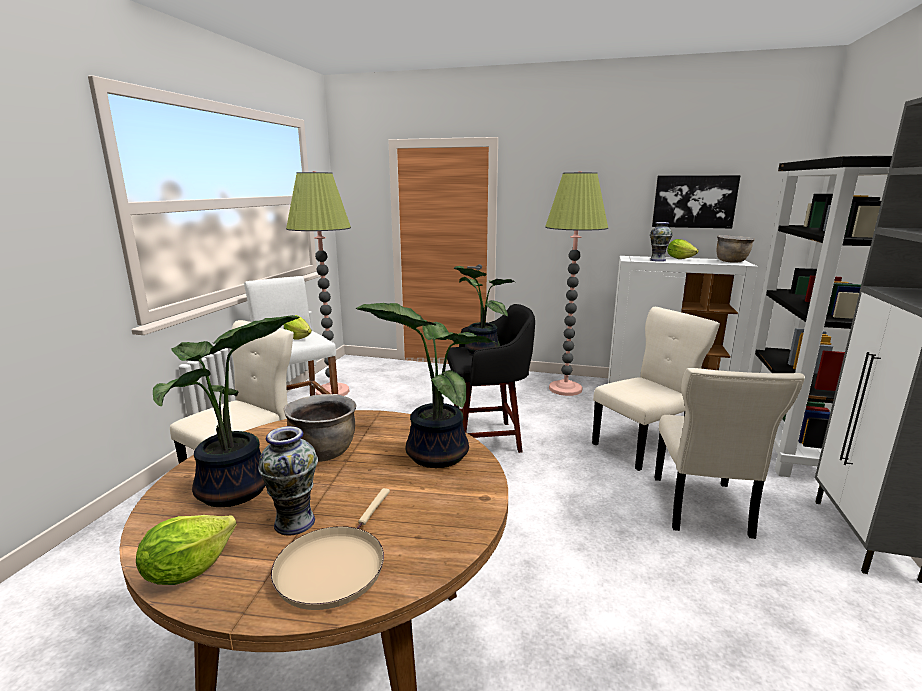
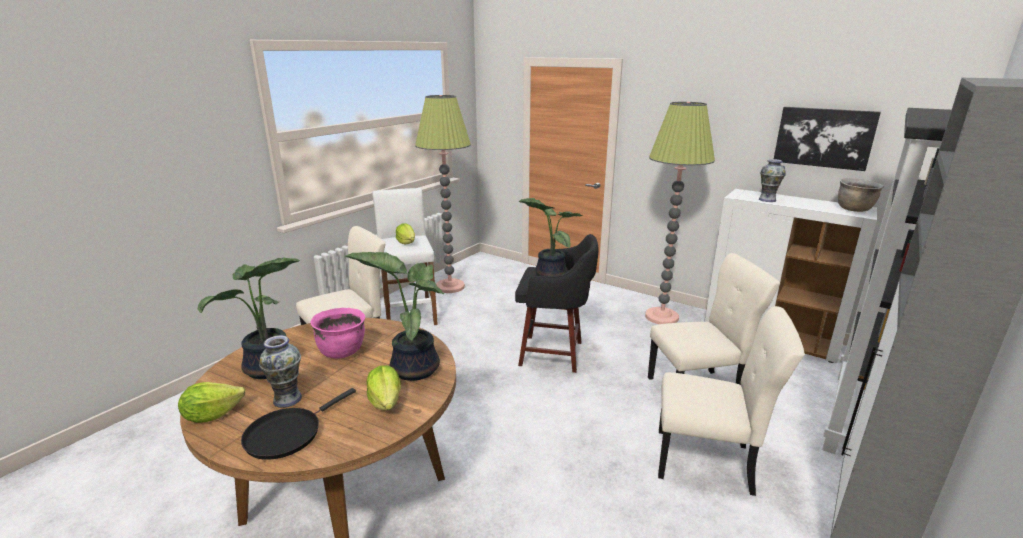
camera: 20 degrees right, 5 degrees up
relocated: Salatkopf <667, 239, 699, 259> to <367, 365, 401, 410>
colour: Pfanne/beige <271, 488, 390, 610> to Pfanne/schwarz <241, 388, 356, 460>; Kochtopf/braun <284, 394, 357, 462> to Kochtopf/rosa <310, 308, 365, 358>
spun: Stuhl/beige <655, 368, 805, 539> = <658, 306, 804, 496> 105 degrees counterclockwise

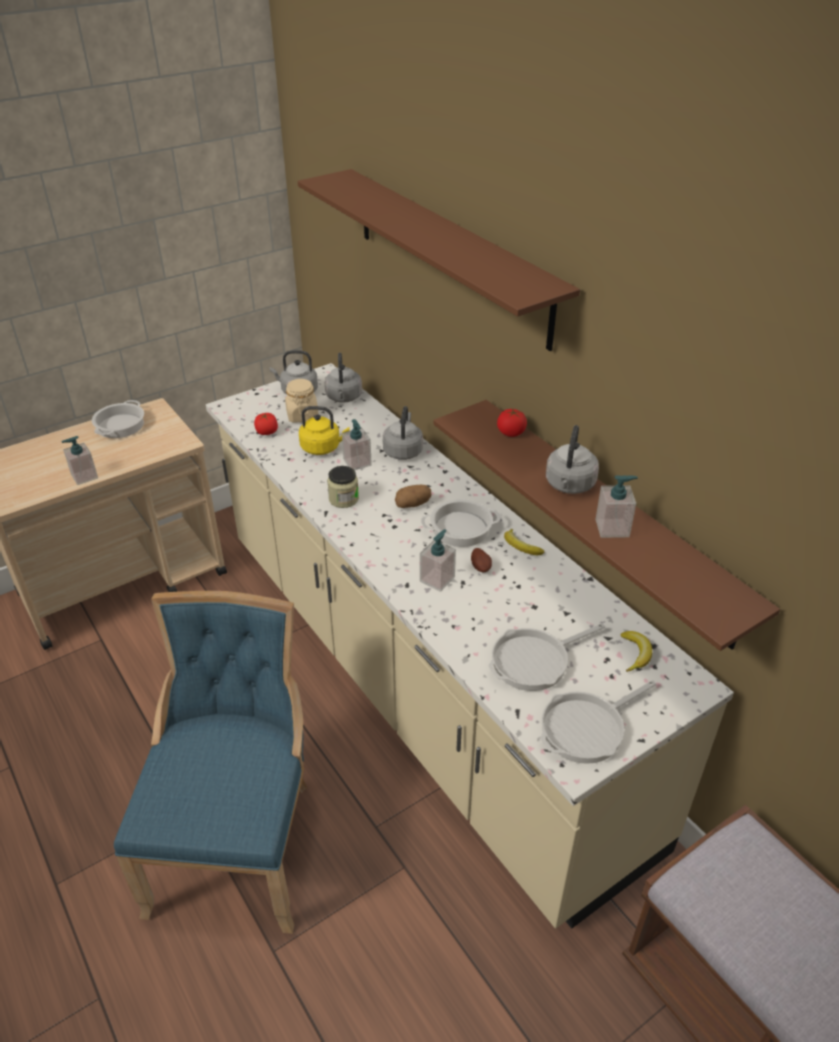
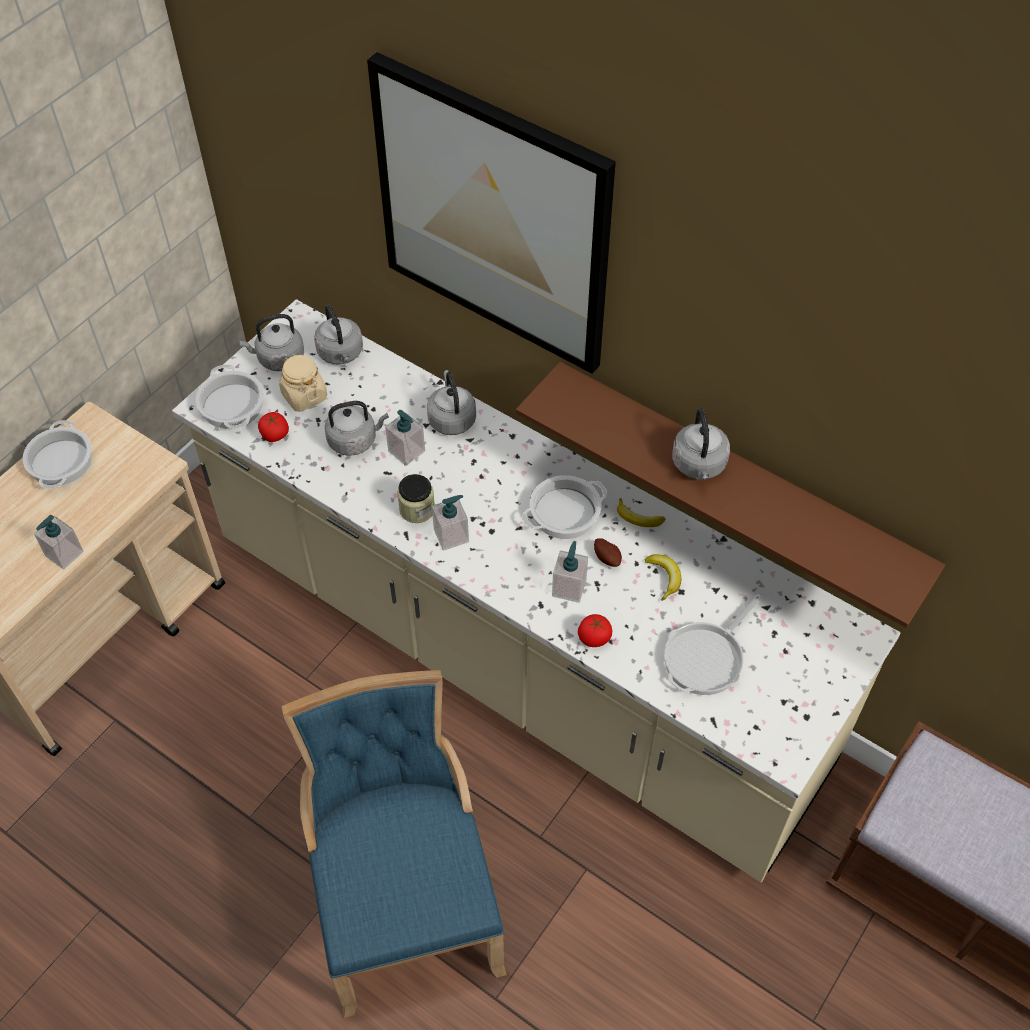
camera: 20 degrees left, 15 degrees up
missing: Kartoffel <395, 485, 431, 508>; Pfanne <540, 680, 656, 764>
appeared: Kochtopf <196, 364, 264, 429>
relocated: Tomate <497, 409, 527, 437> to <578, 614, 612, 647>; Seifenspender <596, 475, 638, 538> to <432, 495, 469, 551>; Banane <621, 631, 652, 672> to <645, 554, 681, 601>
exchanged: Wandregal/braun <298, 169, 580, 351> to Bild <367, 52, 616, 374>
colour: Wasserkessel/gelb <299, 406, 350, 455> to Wasserkessel/grau <325, 401, 389, 456>

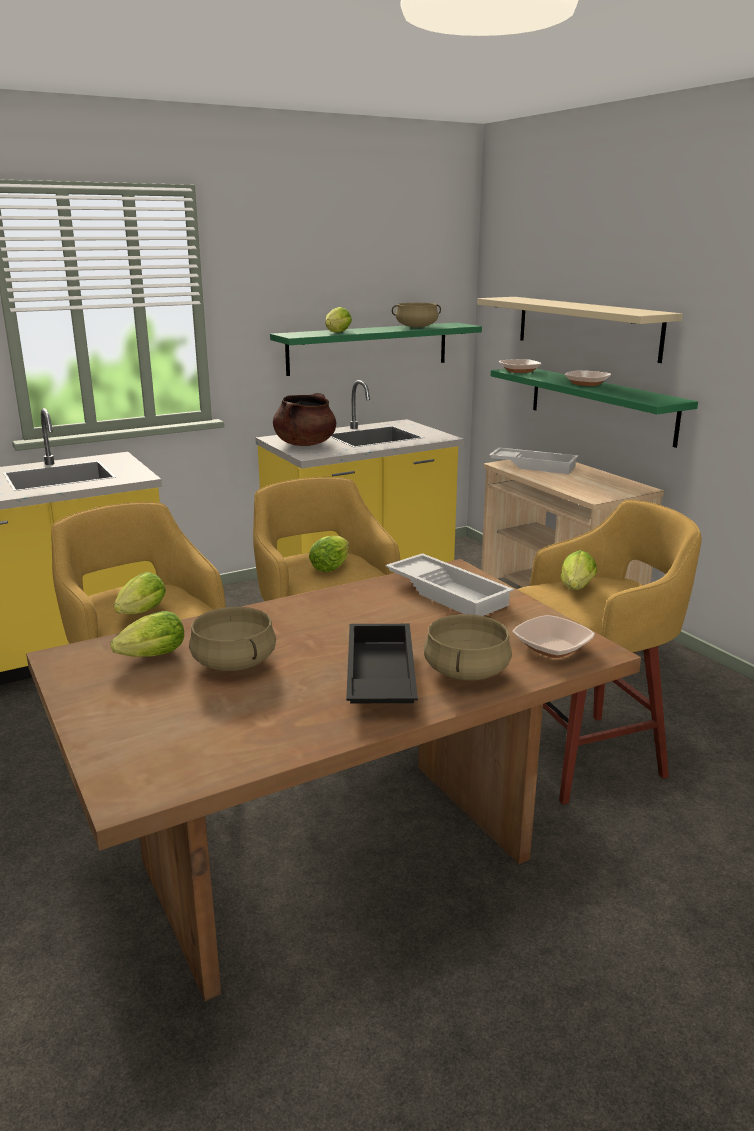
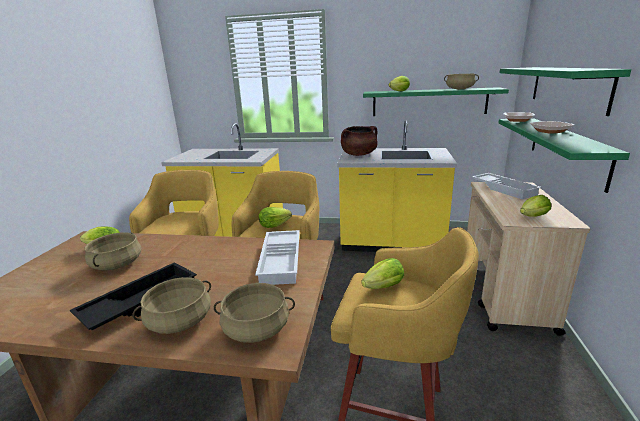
camera: 40 degrees right, 0 degrees up
relocated: Salatkopf <114, 572, 166, 614> to <520, 195, 551, 217>
exchanged: Schüssel <512, 615, 595, 658> to Kochtopf/beige <214, 283, 295, 343>
colour: Wandregal/beige <477, 297, 682, 363> to Wandregal/grün <499, 67, 631, 116>

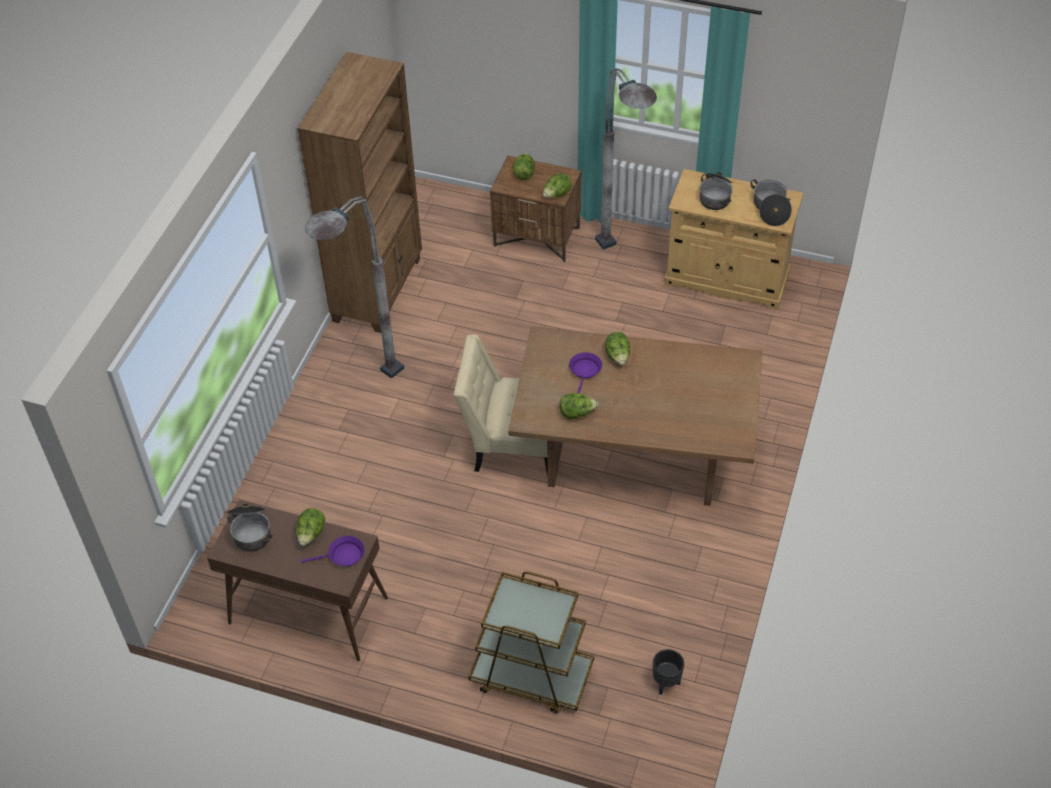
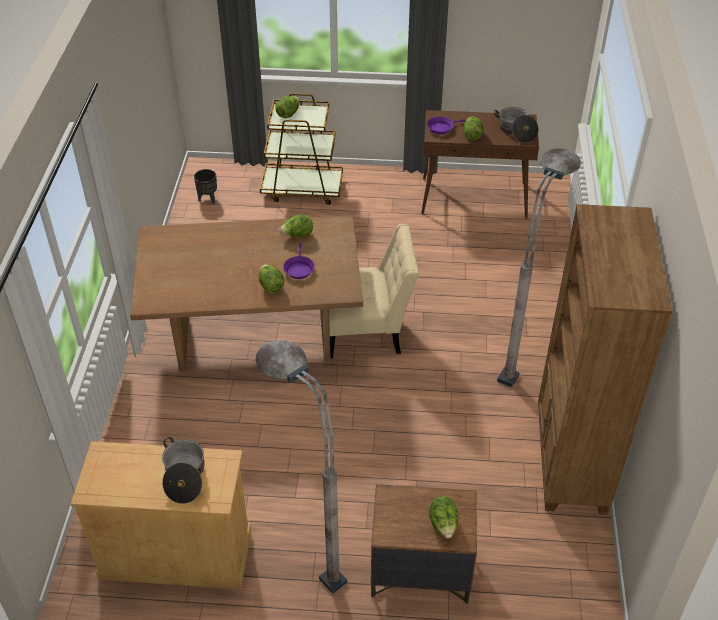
camera: 165 degrees right, 5 degrees down
missing: Kochtopf <751, 179, 792, 226>
relocated: Salatkopf <543, 173, 572, 198> to <276, 96, 299, 118>

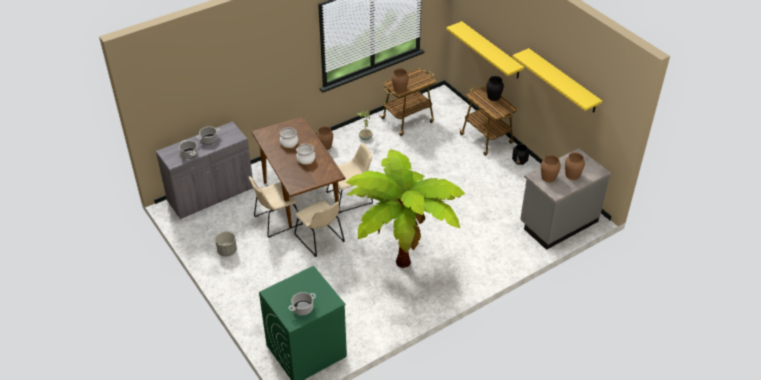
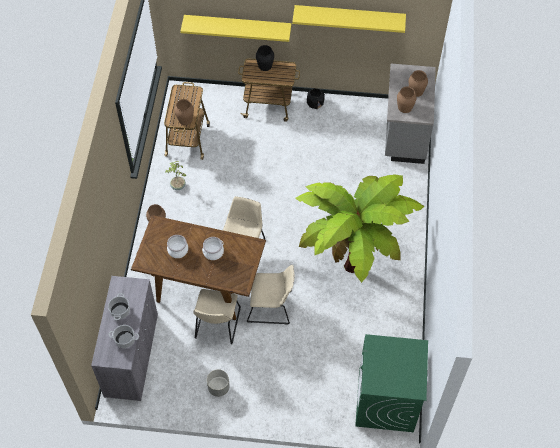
camera: 50 degrees left, 15 degrees up
missing: Kochtopf <289, 292, 316, 315>

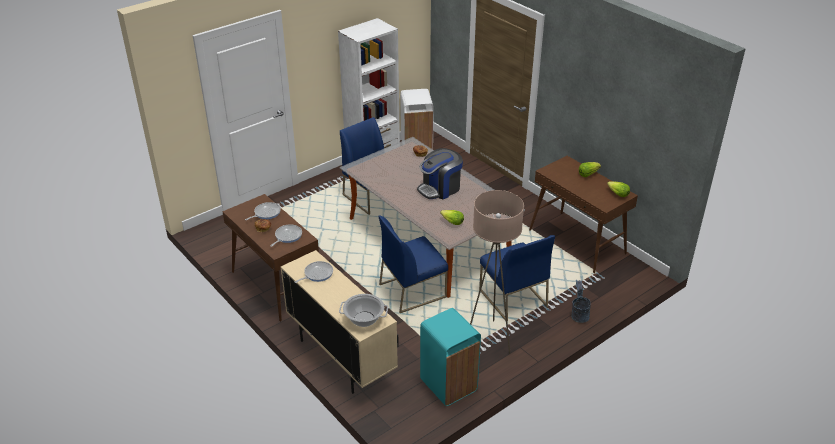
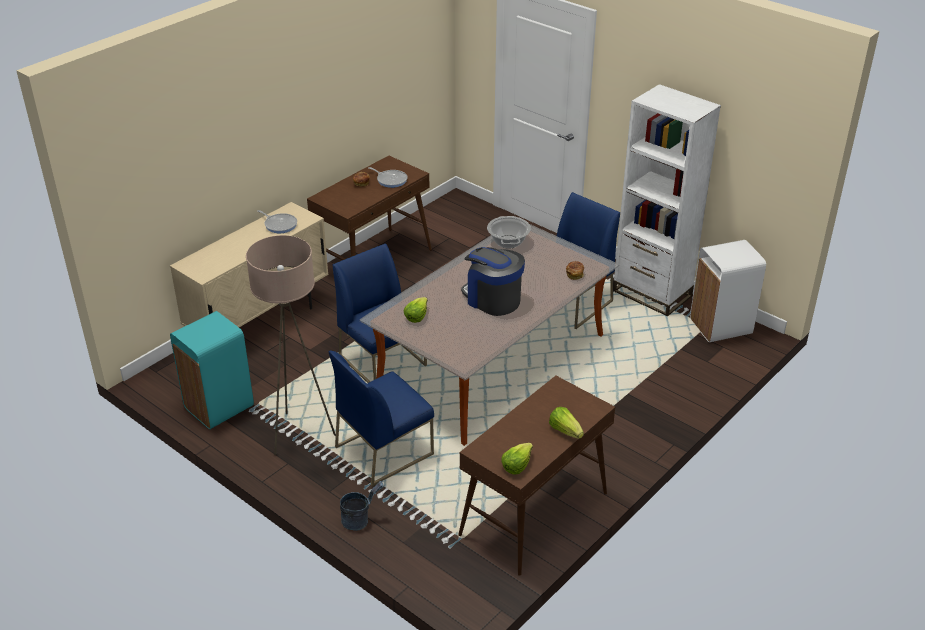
camera: 80 degrees right, 0 degrees up
missing: Pfanne <270, 224, 302, 247>
relocated: Kochtopf <339, 294, 388, 327> to <487, 216, 531, 249>

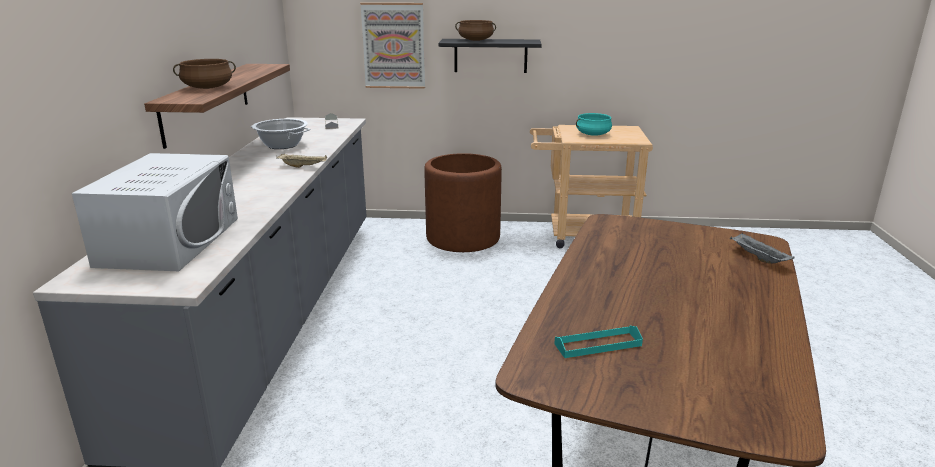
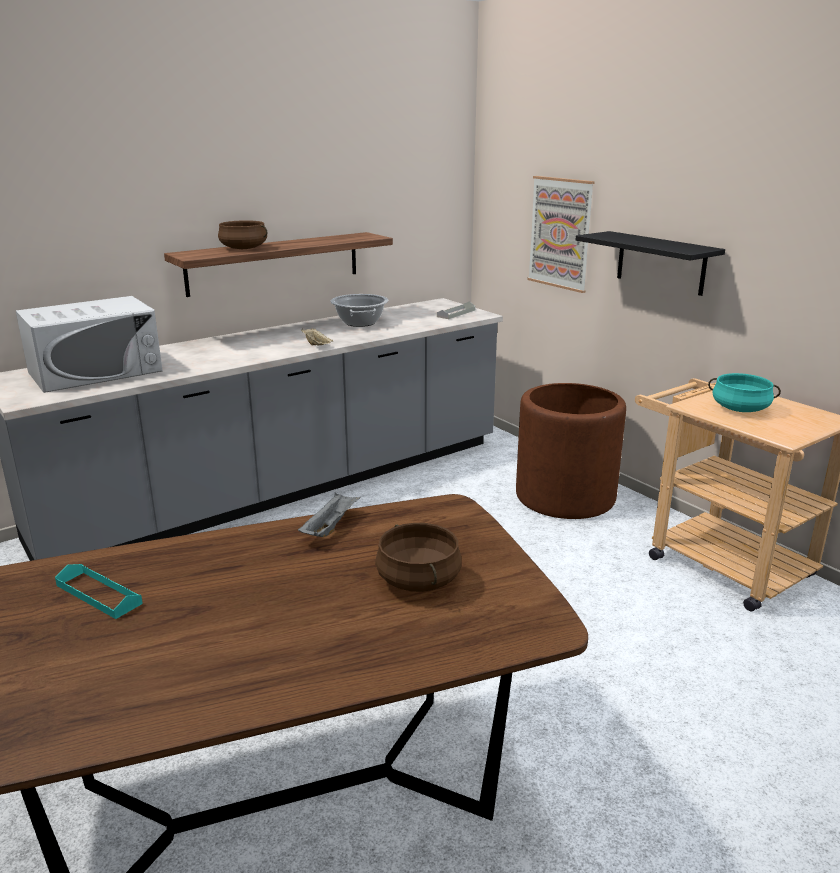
camera: 50 degrees right, 0 degrees up
relocated: Kochtopf/braun <455, 20, 496, 41> to <375, 523, 462, 592>; Tablett/grau <730, 233, 795, 264> to <298, 492, 361, 537>

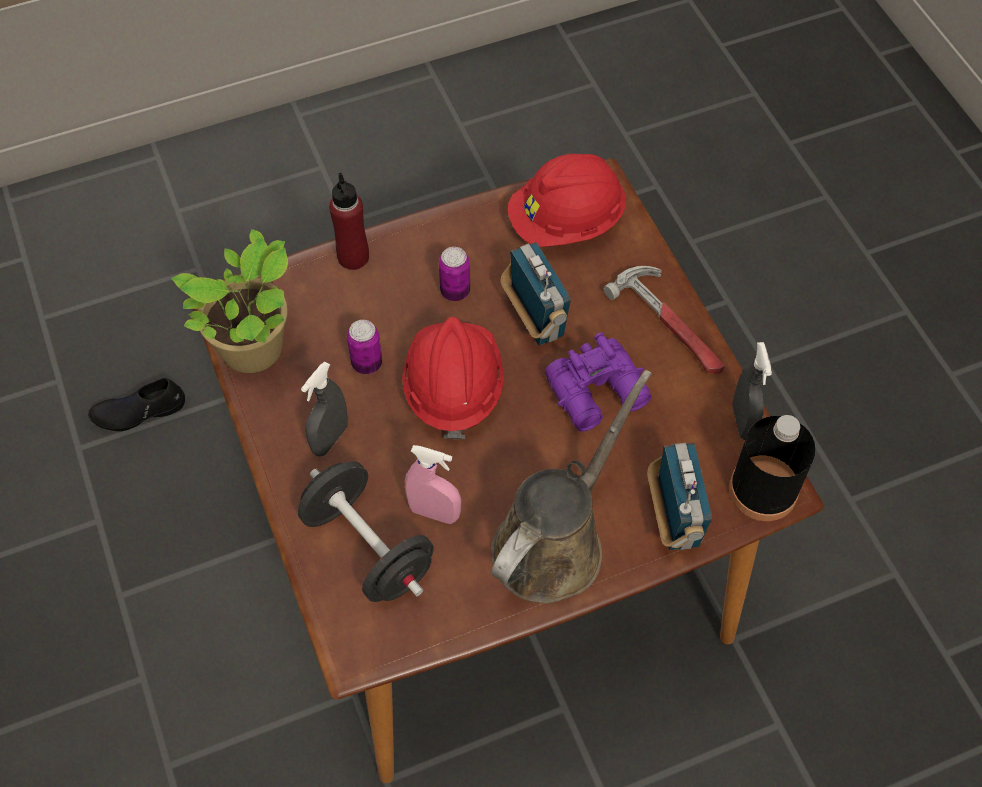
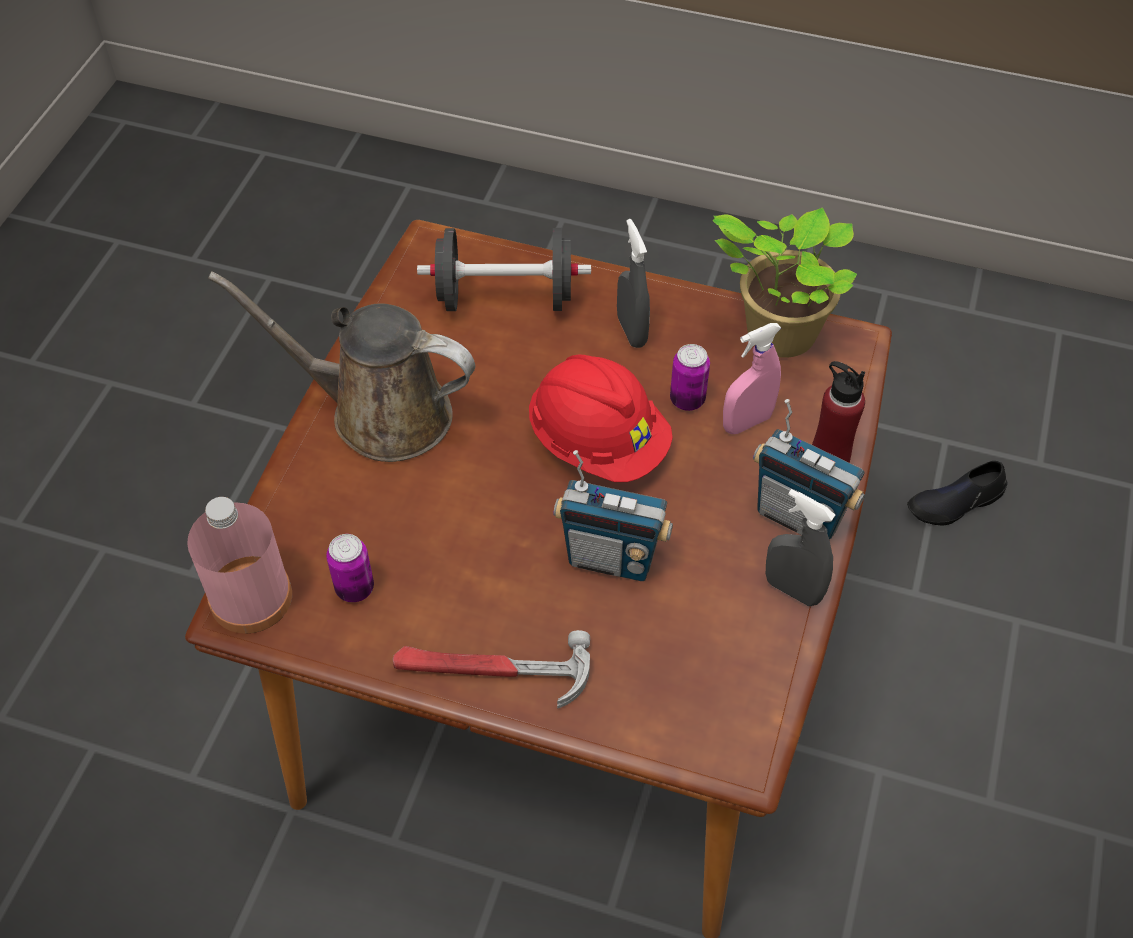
camera: 130 degrees right, 5 degrees down
missing: Schutzhelm/rot <508, 154, 626, 247>; Fernglas/lila <545, 333, 652, 432>
relocated: Sprühflasche/rosa <405, 445, 461, 524> to <723, 323, 781, 434>; Dose <439, 247, 470, 301> to <326, 534, 374, 602>; Radio <647, 443, 712, 550> to <753, 399, 865, 539>; Sprühflasche/grau <733, 342, 772, 440> to <766, 489, 835, 606>
colour: Flasche/schwarz <729, 415, 816, 521> to Flasche/rosa <187, 497, 292, 634>
spun: Schuh/schwarz <88, 378, 185, 431> = <907, 461, 1008, 525> 135 degrees counterclockwise; Gießkanne/braun <491, 370, 652, 604> = <208, 271, 475, 462> 120 degrees clockwise

